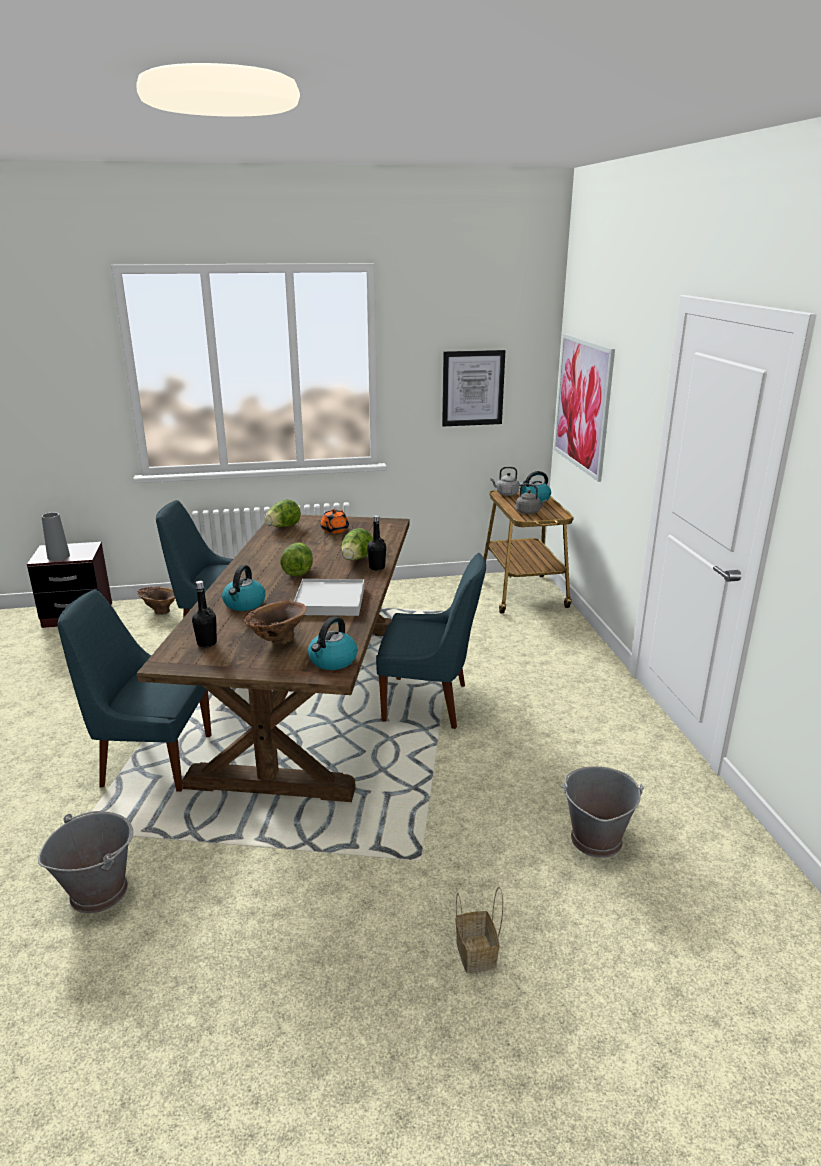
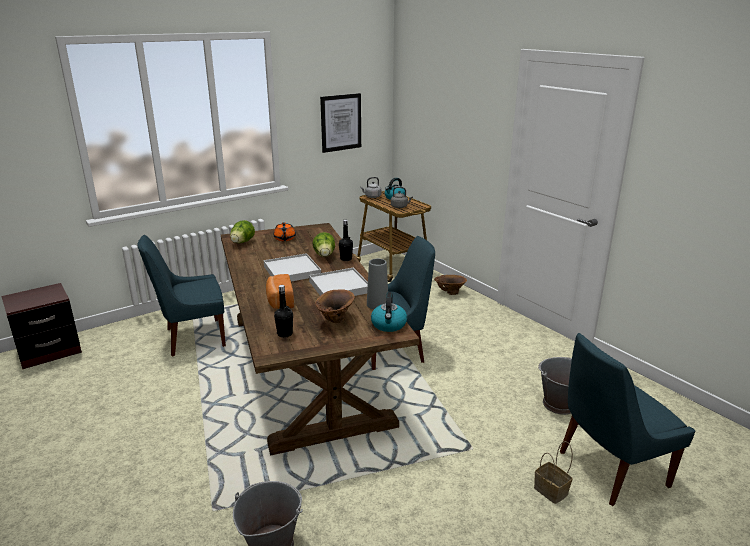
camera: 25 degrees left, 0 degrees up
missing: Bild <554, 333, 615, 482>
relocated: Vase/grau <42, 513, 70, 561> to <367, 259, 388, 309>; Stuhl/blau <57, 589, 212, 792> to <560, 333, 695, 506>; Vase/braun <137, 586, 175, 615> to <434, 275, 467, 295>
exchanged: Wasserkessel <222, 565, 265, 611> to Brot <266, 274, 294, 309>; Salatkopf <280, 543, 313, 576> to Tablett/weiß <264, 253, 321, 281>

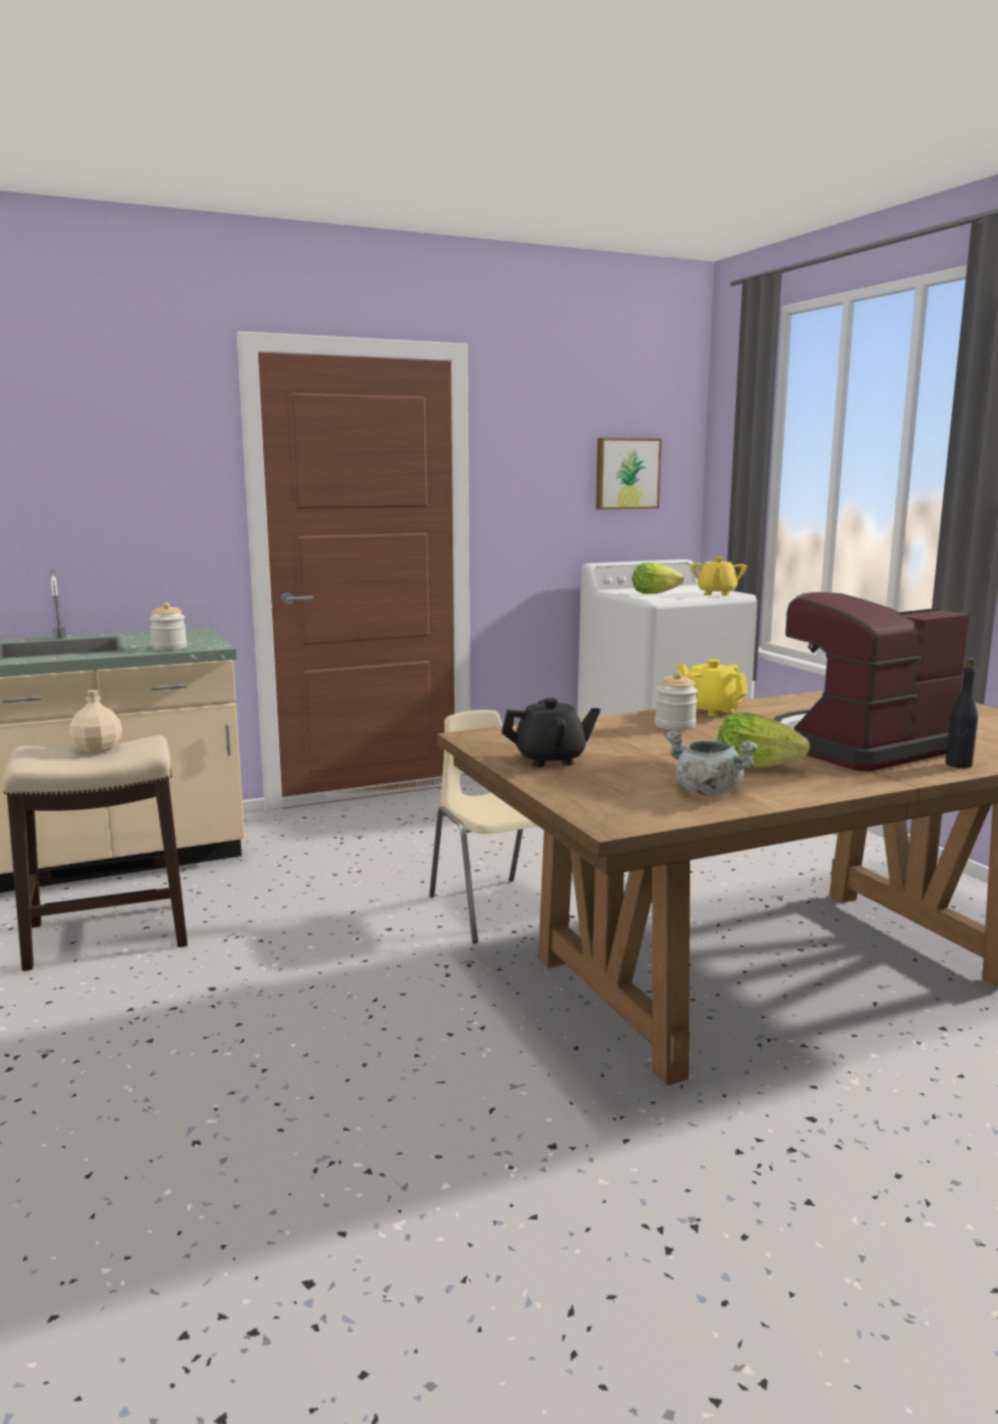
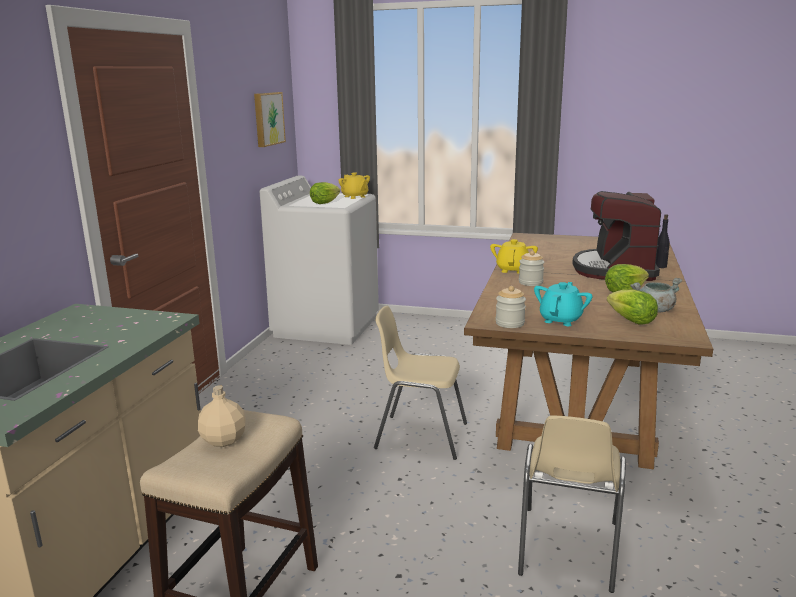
camera: 50 degrees left, 5 degrees up
appeared: Stuhl/beige <518, 415, 626, 593>; Salatkopf <607, 289, 658, 325>
relocated: Vorratsglas <149, 602, 187, 650> to <496, 286, 526, 328>
colour: Teekanne/schwarz <501, 698, 601, 767> to Teekanne/türkis <534, 282, 593, 326>
spun: Teekanne/gelb <678, 659, 748, 717> = <490, 239, 538, 274> 105 degrees clockwise

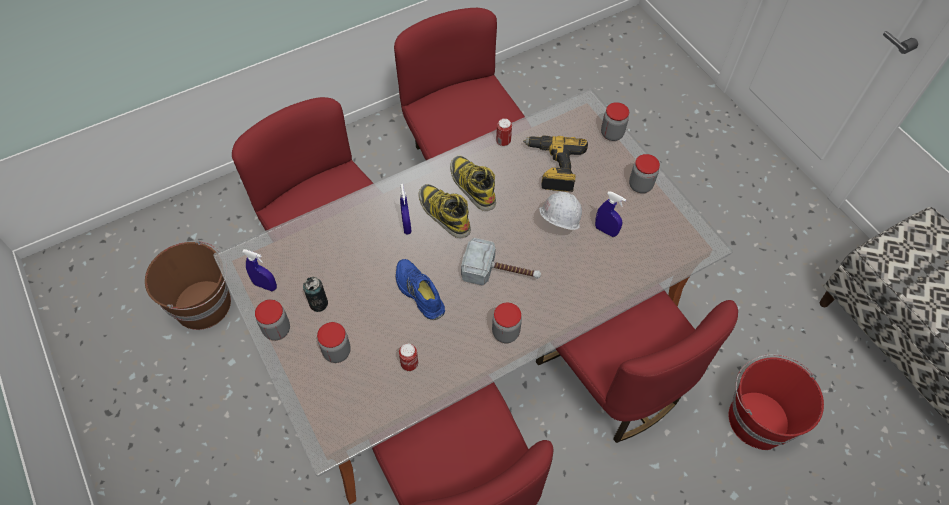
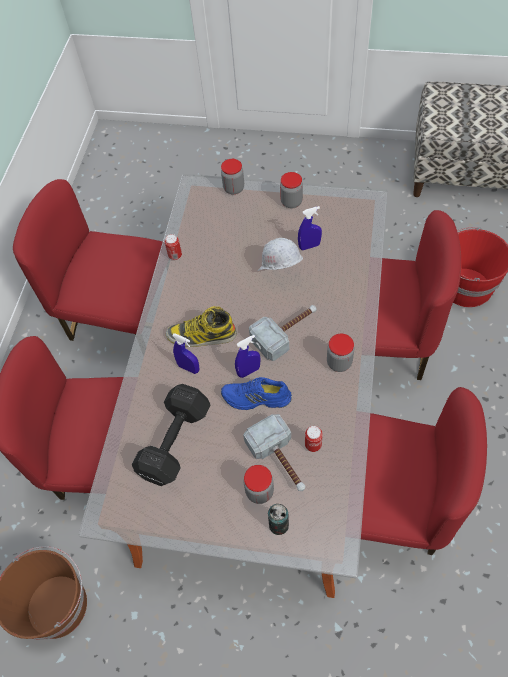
camera: 45 degrees left, 0 degrees up
missing: Vorratsglas <255, 300, 290, 340>; Stiefel <450, 156, 496, 211>; Bohrmaschine <523, 135, 588, 192>
appeared: Hantel/schwarz <132, 384, 210, 486>; Hammer <243, 414, 306, 491>
relocated: Sprühflasche/blau <242, 249, 277, 291> to <235, 335, 261, 378>; Dose <303, 277, 328, 312> to <268, 504, 289, 535>

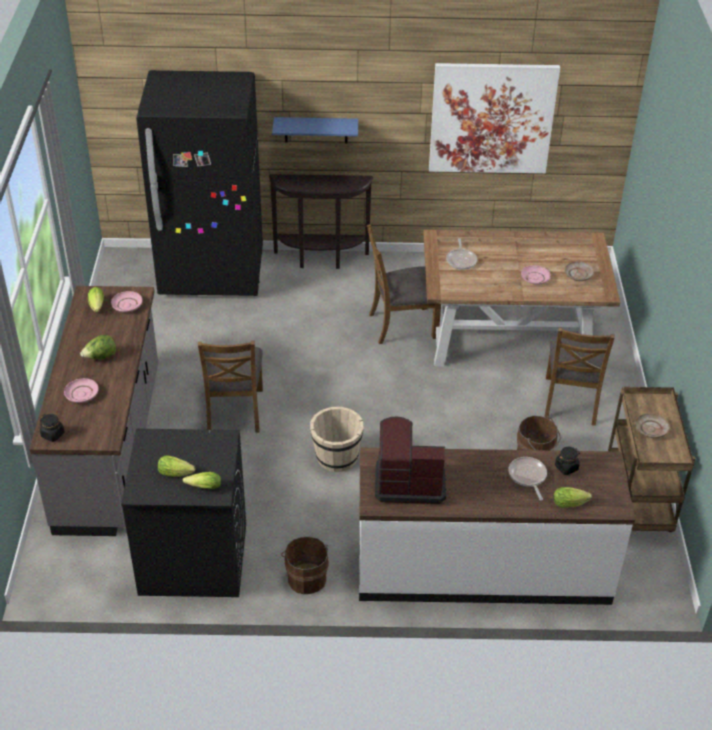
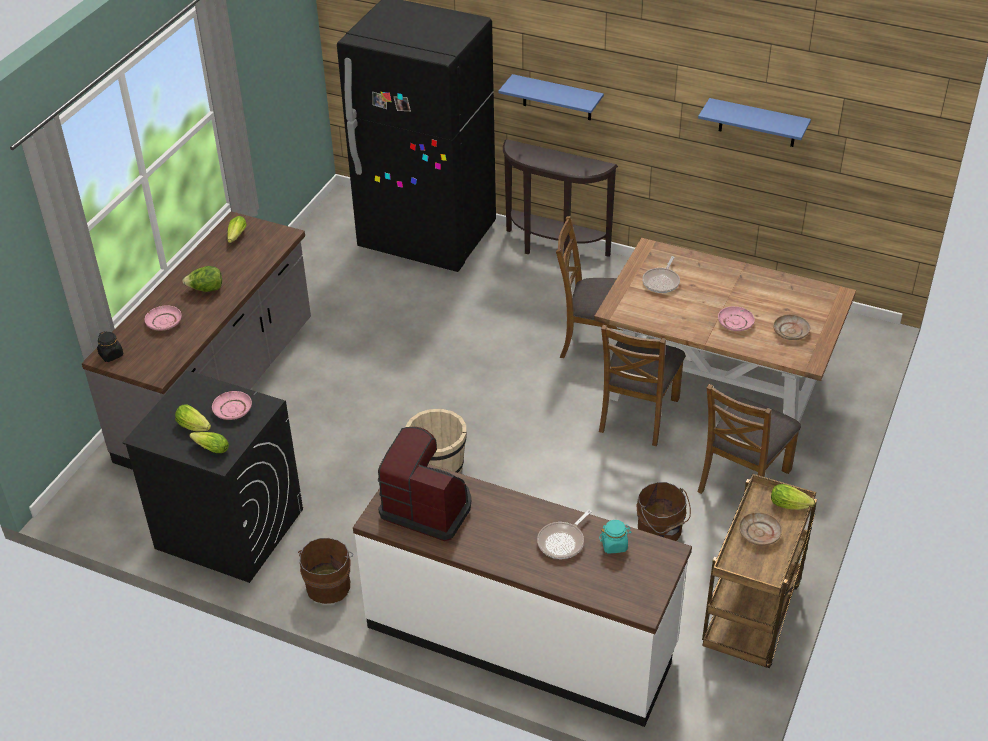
camera: 25 degrees right, 0 degrees up
relocated: Teller/rosa <111, 291, 142, 312> to <212, 391, 252, 420>; Stuhl/braun <198, 341, 263, 433> to <599, 325, 685, 446>; Salatkopf <554, 487, 592, 508> to <771, 484, 815, 510>
exchanged: Bild <429, 63, 560, 173> to Wandregal/blau <698, 98, 811, 147>
colour: Vorratsglas/schwarz <555, 447, 580, 475> to Vorratsglas/türkis <599, 520, 631, 554>
spun: Pfanne <508, 457, 547, 501> = <537, 510, 592, 559> 150 degrees counterclockwise

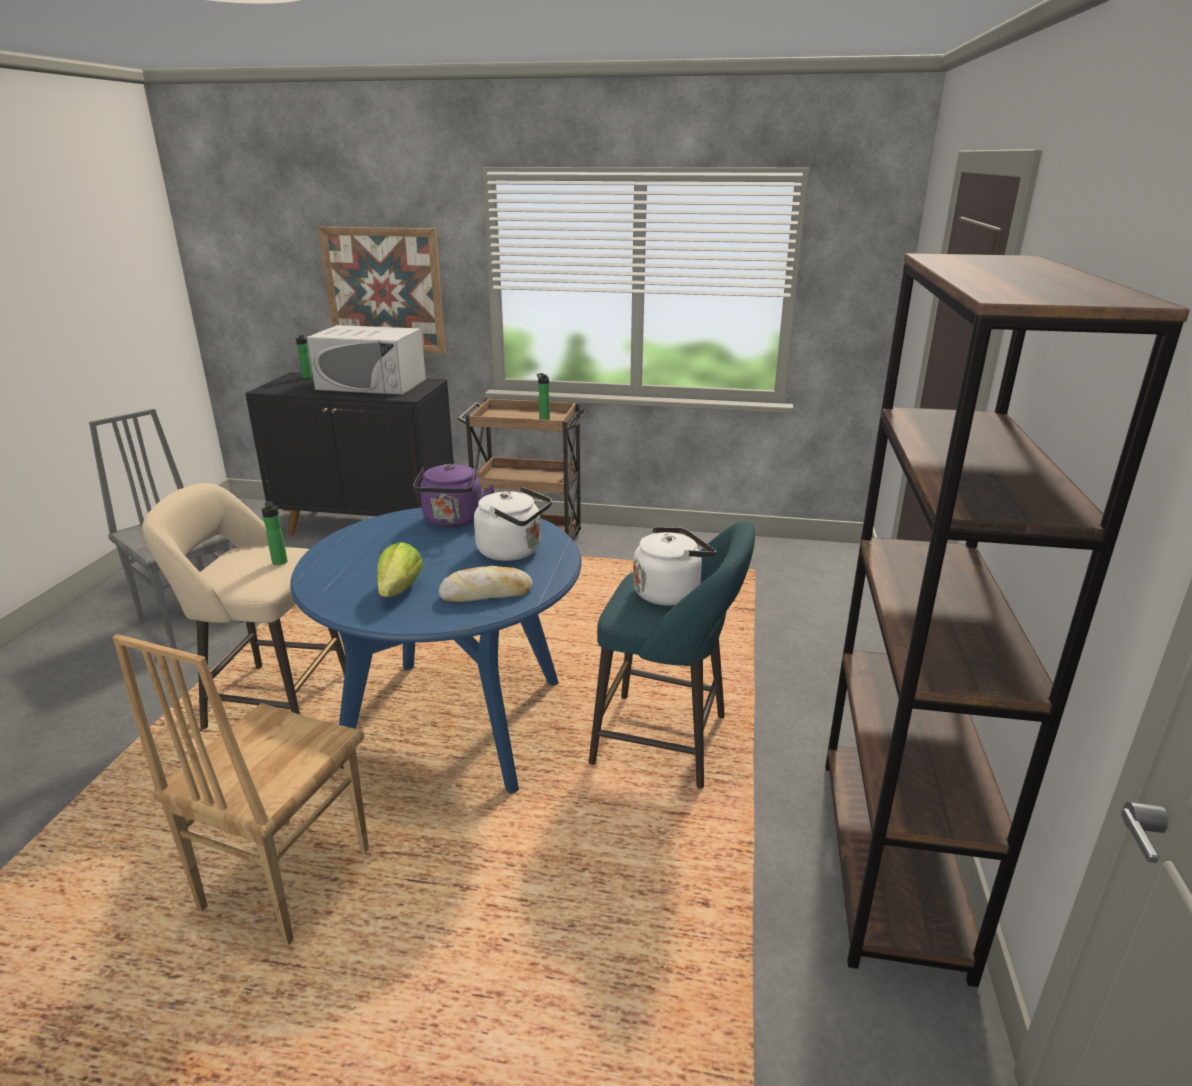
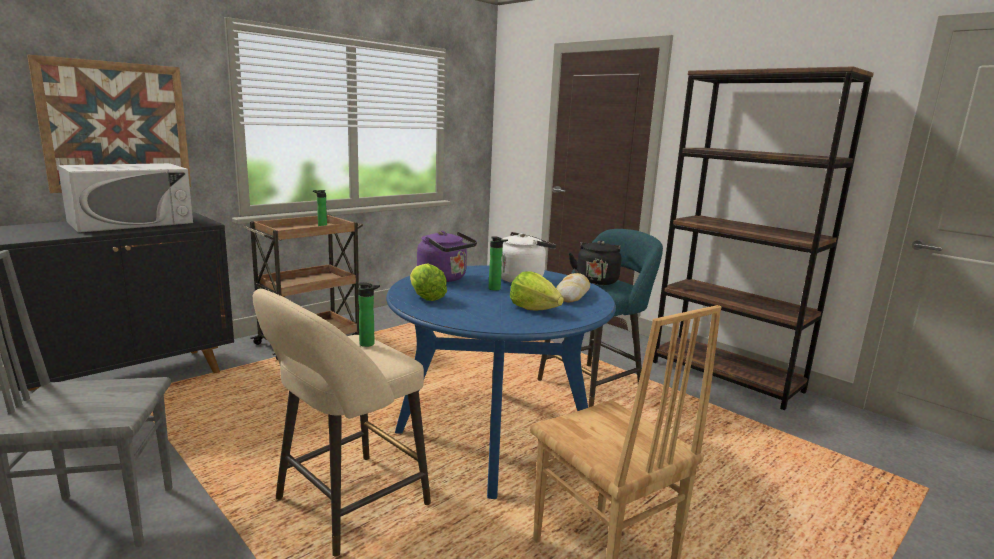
camera: 55 degrees left, 10 degrees down
appeared: Salatkopf <410, 264, 447, 301>
relocated: Flasche <295, 335, 312, 379> to <488, 236, 508, 291>
colour: Wasserkessel/weiß <633, 527, 716, 606> to Wasserkessel/schwarz <569, 241, 621, 285>

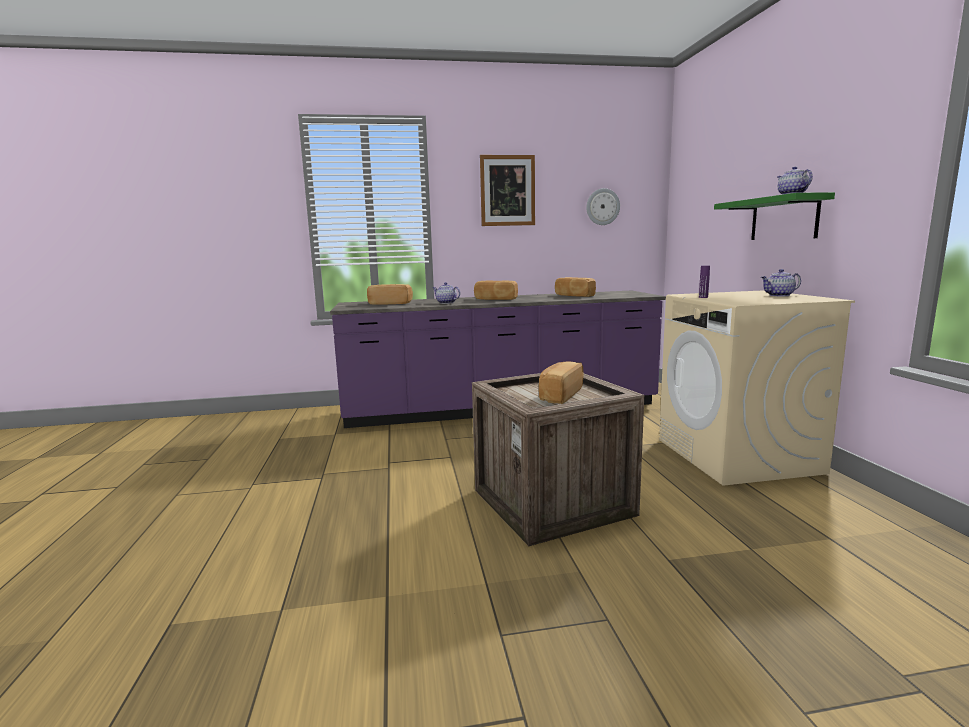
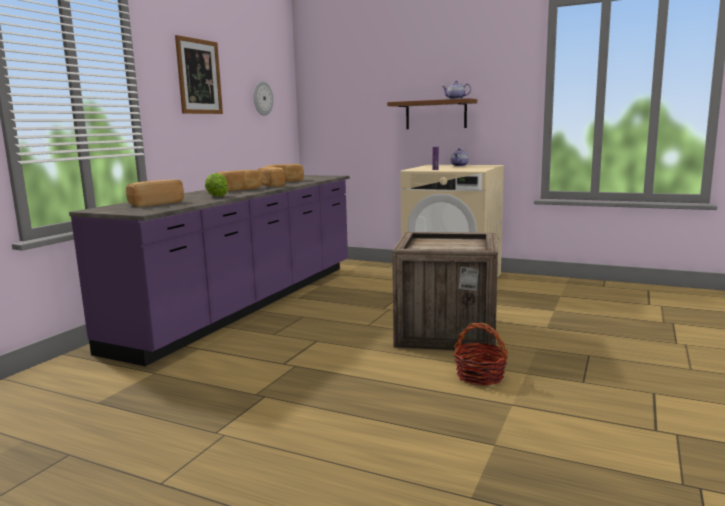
camera: 55 degrees left, 0 degrees up
appeared: Korb <454, 322, 508, 386>
relocated: Brot <539, 361, 584, 404> to <257, 167, 285, 187>
exchanged: Teekanne <433, 282, 460, 304> to Salatkopf <205, 173, 228, 196>
colour: Wandregal/grün <714, 192, 835, 240> to Wandregal/braun <387, 98, 477, 129>

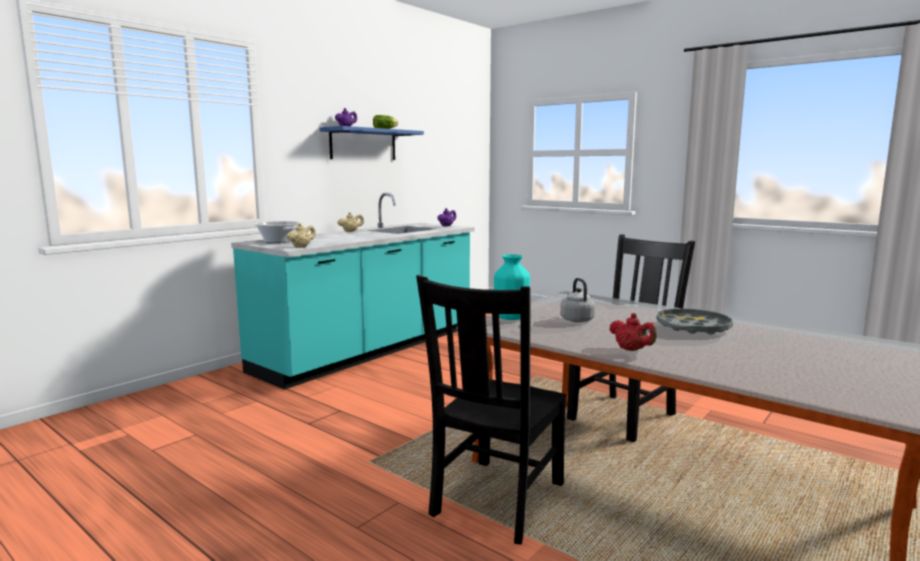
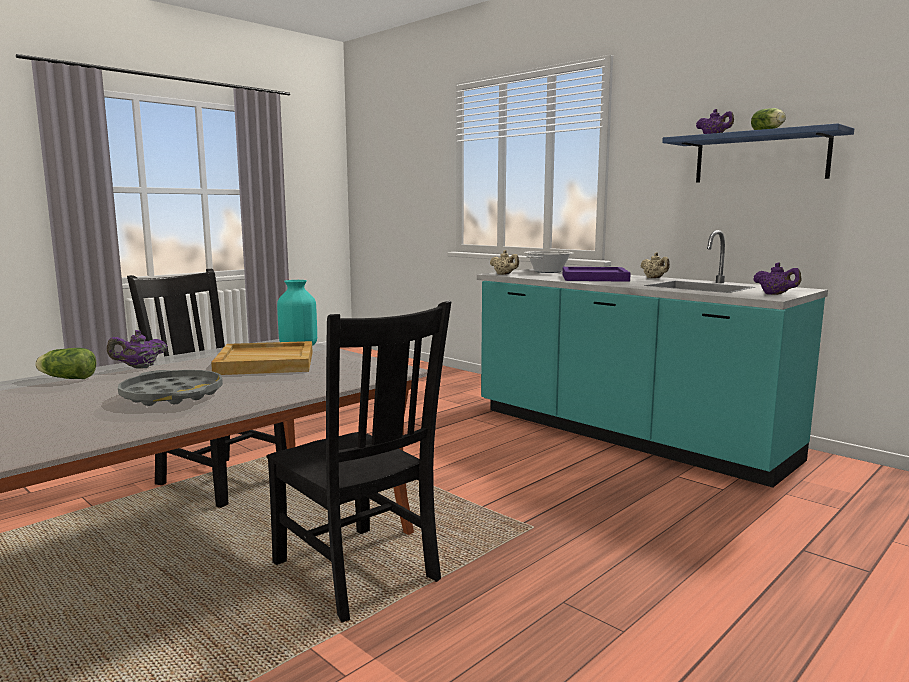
camera: 95 degrees right, 0 degrees up
appeared: Salatkopf <35, 348, 96, 379>; Tablett/lila <562, 267, 631, 282>
exchanged: Wasserkessel/grau <560, 278, 595, 322> to Tablett/beige <211, 341, 313, 375>
colour: Teekanne/rot <609, 313, 657, 351> to Teekanne/lila <107, 330, 167, 369>

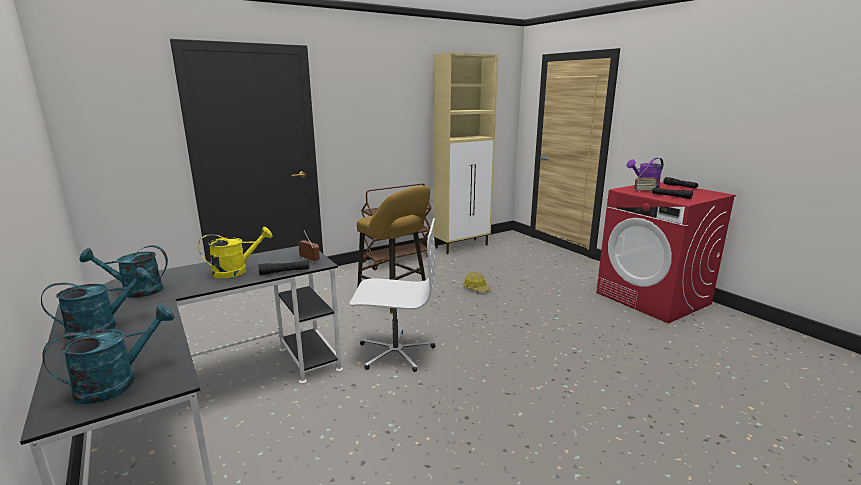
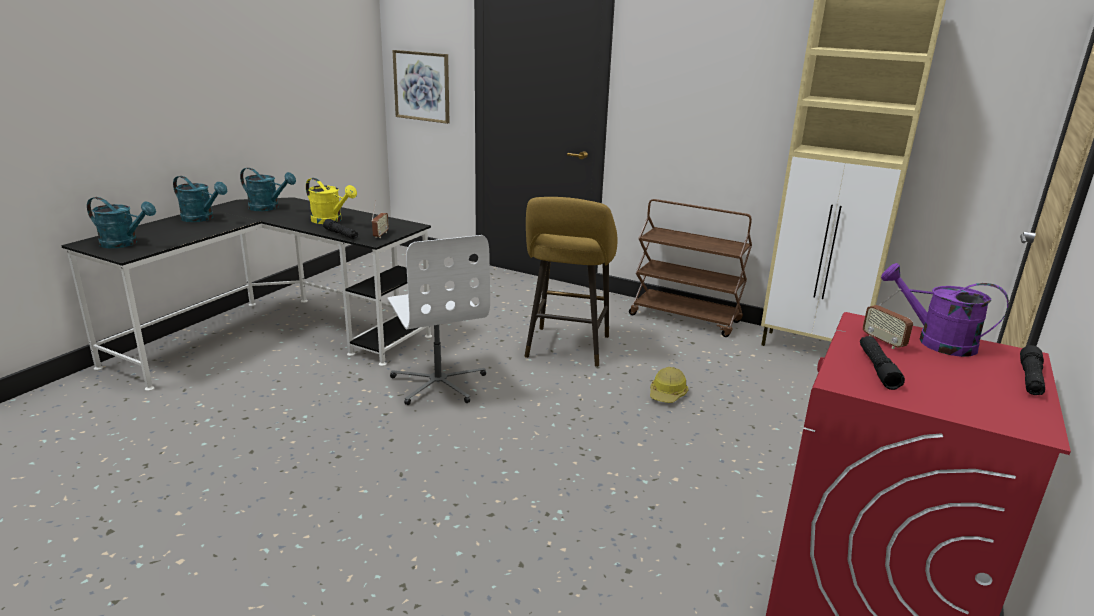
camera: 60 degrees right, 5 degrees up
appeared: Bild <392, 50, 450, 124>
spun: Gießkanne/türkis <80, 245, 168, 298> = <240, 168, 296, 211> 150 degrees clockwise

